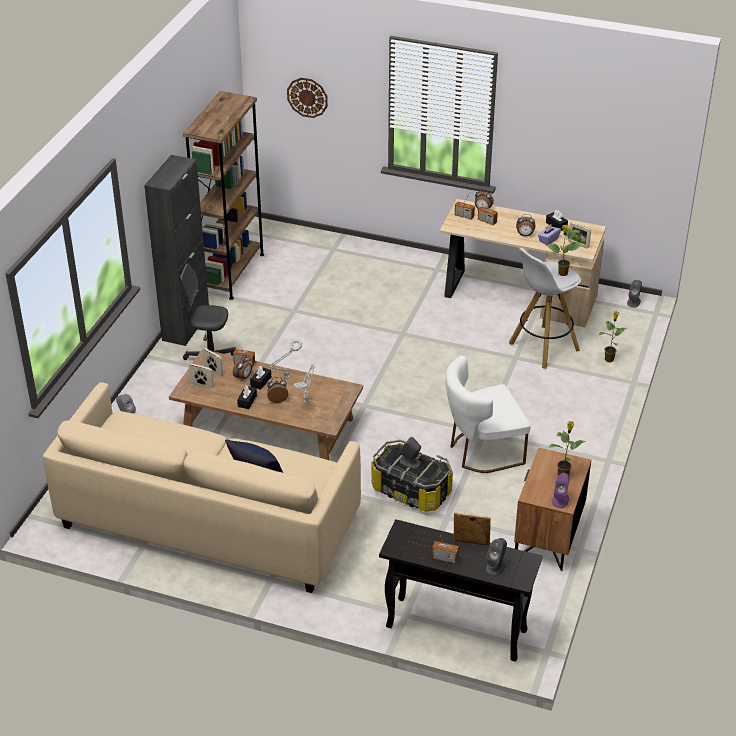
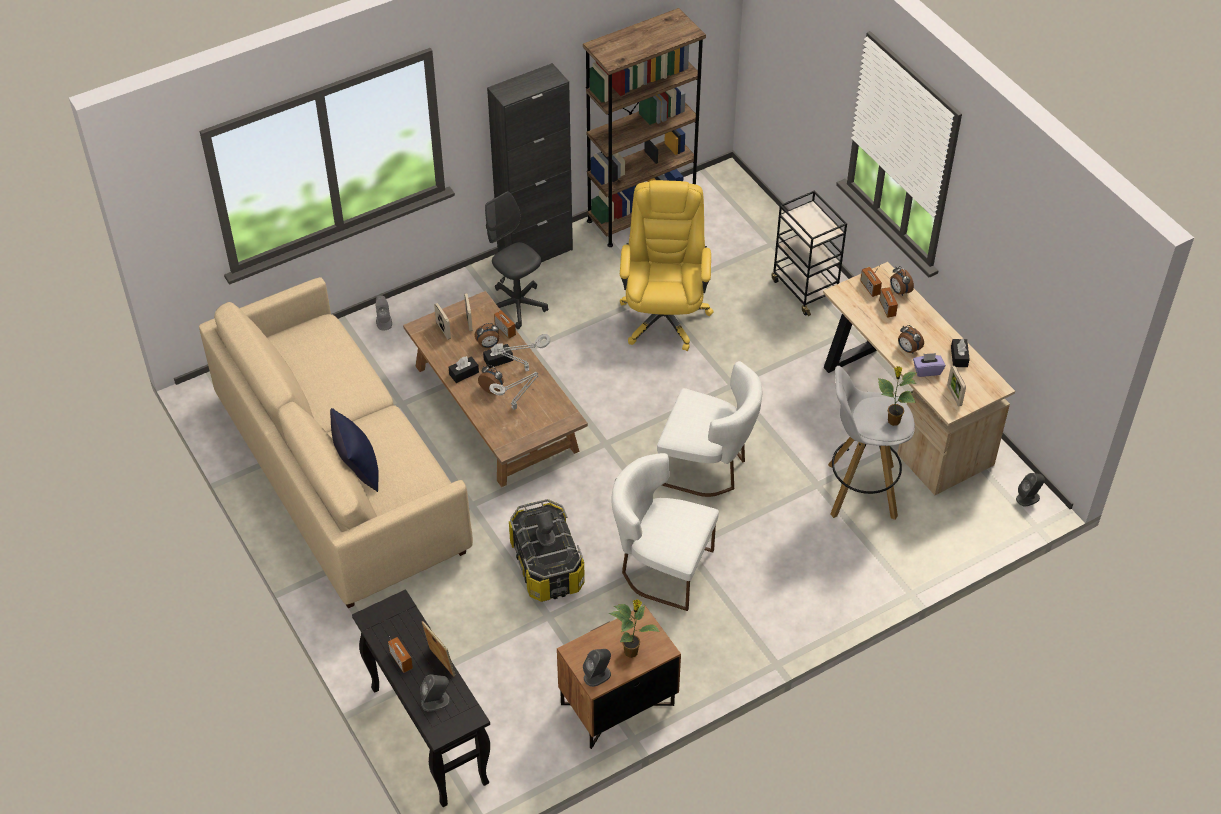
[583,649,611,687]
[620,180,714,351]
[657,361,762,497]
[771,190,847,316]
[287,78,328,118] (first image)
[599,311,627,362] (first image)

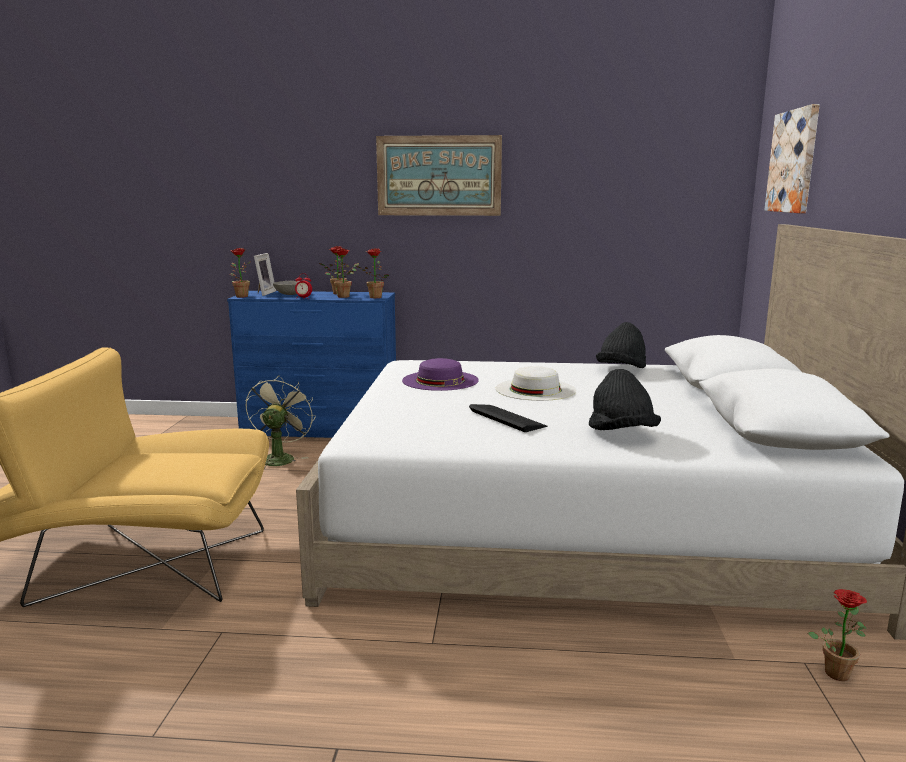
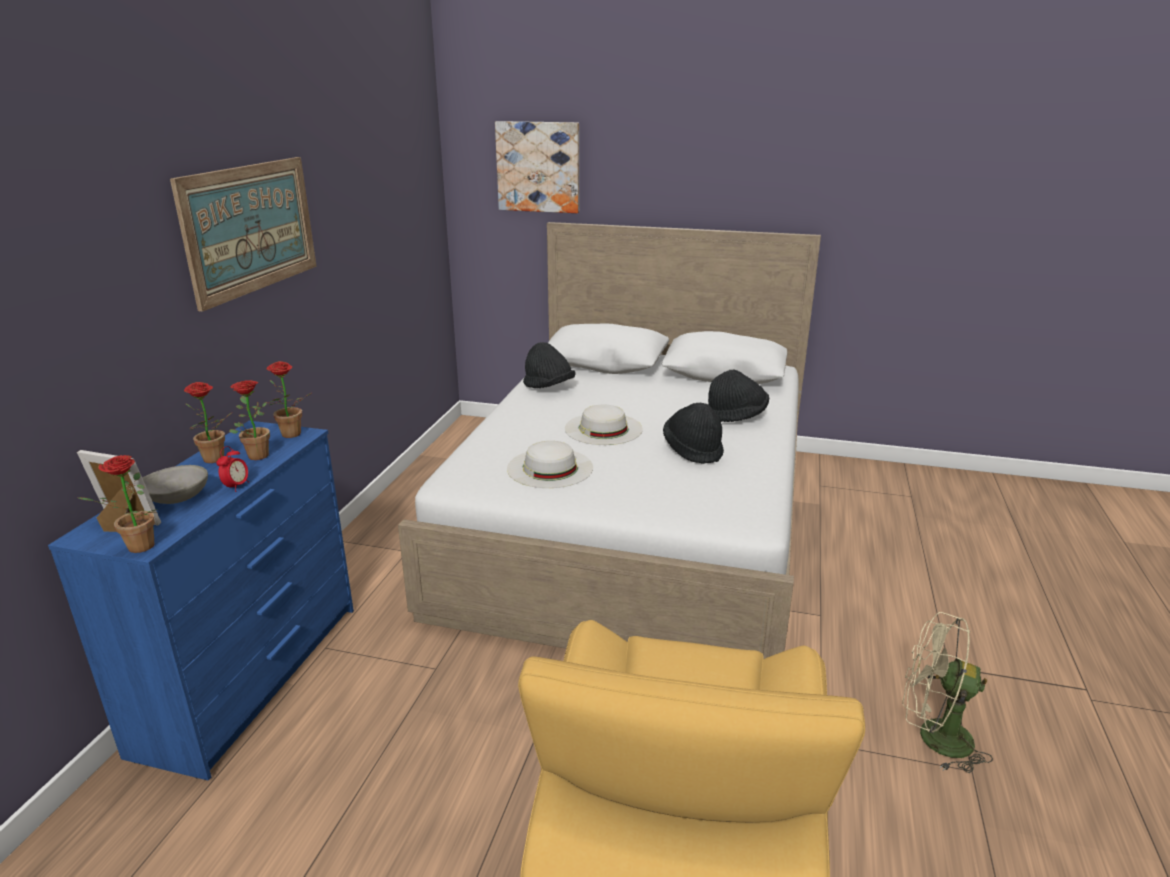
[507,441,593,488]
[663,403,724,464]
[902,612,993,773]
[808,589,867,681] (first image)

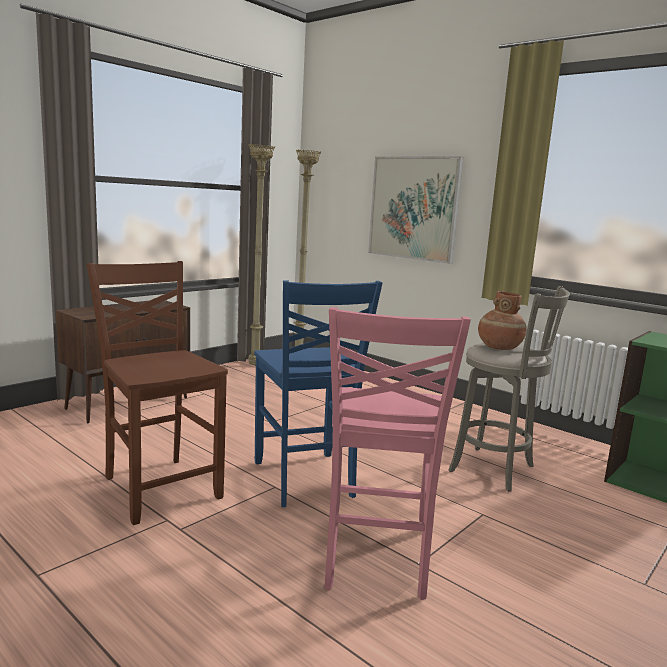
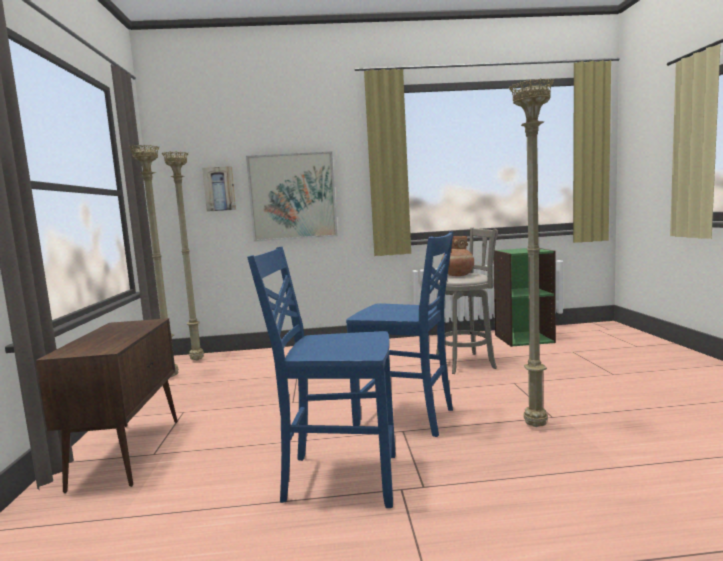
[202,166,236,212]
[247,247,395,508]
[509,78,554,427]

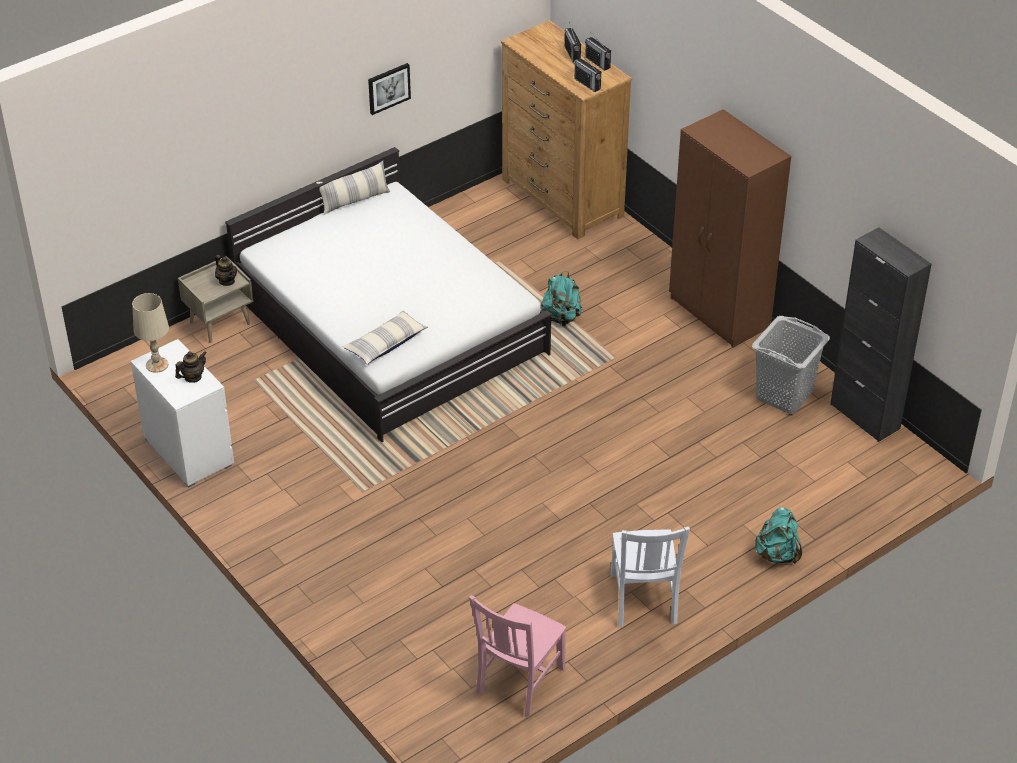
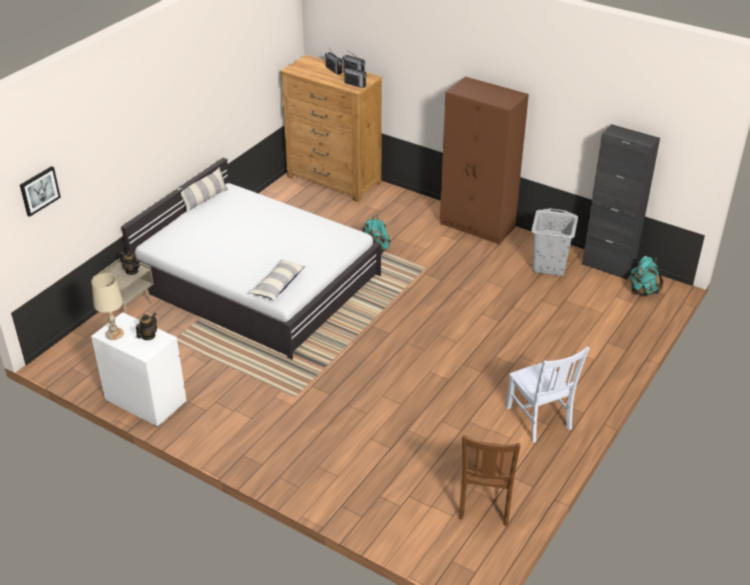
[20,166,61,217]
[459,435,521,526]
[630,256,663,295]

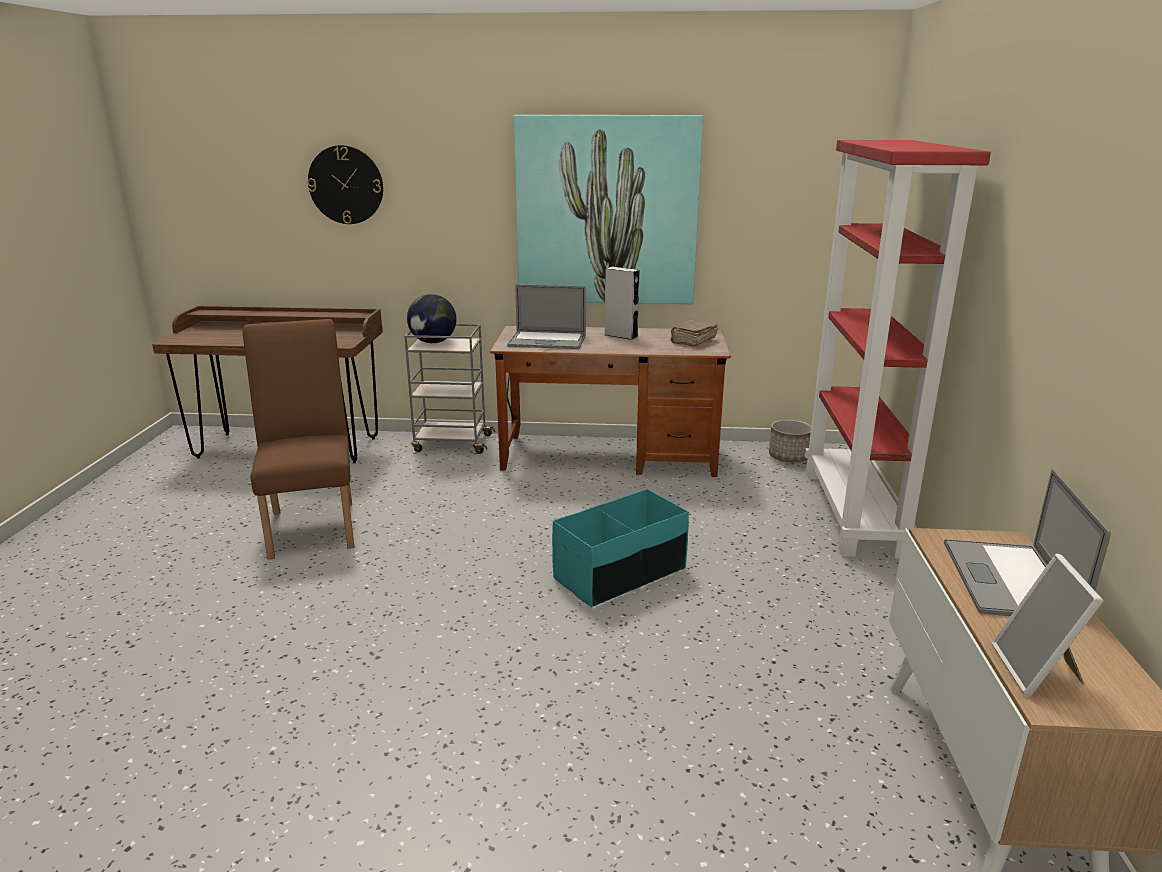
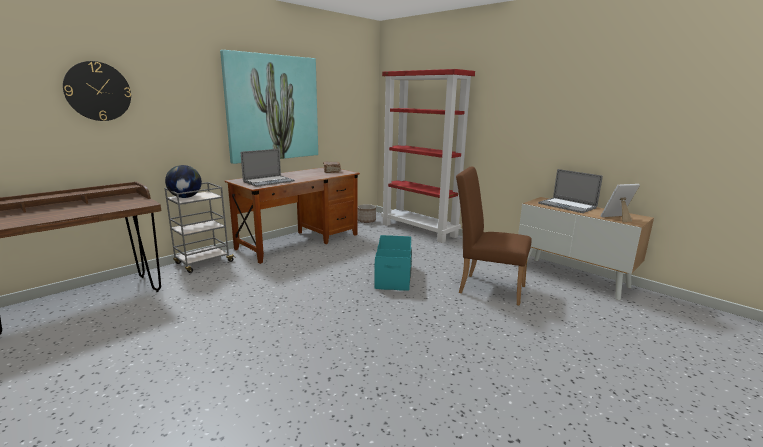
[456,166,532,306]
[601,184,640,222]
[605,267,639,340] (first image)

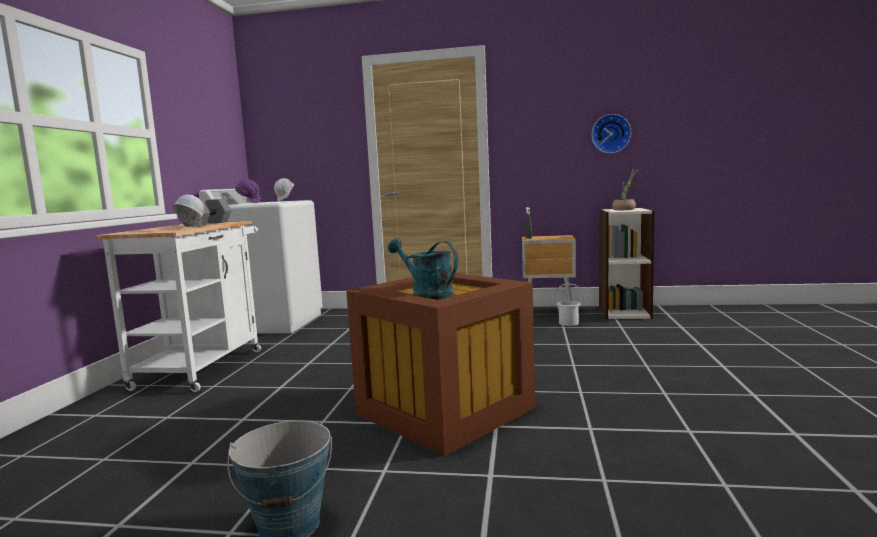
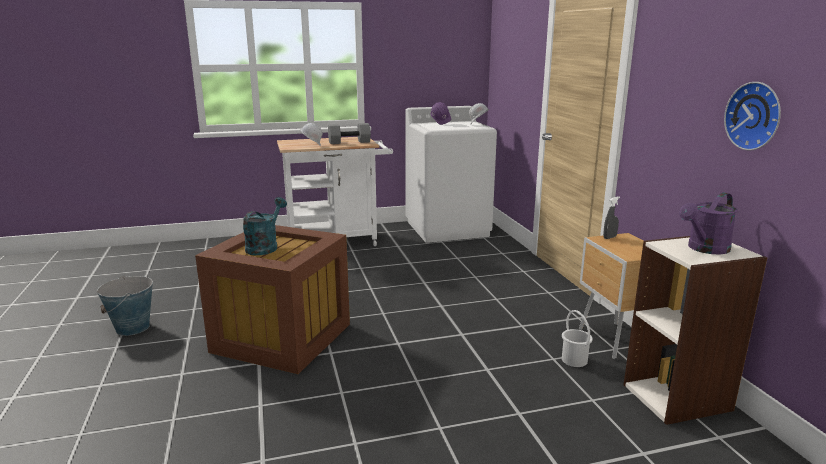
[679,192,737,255]

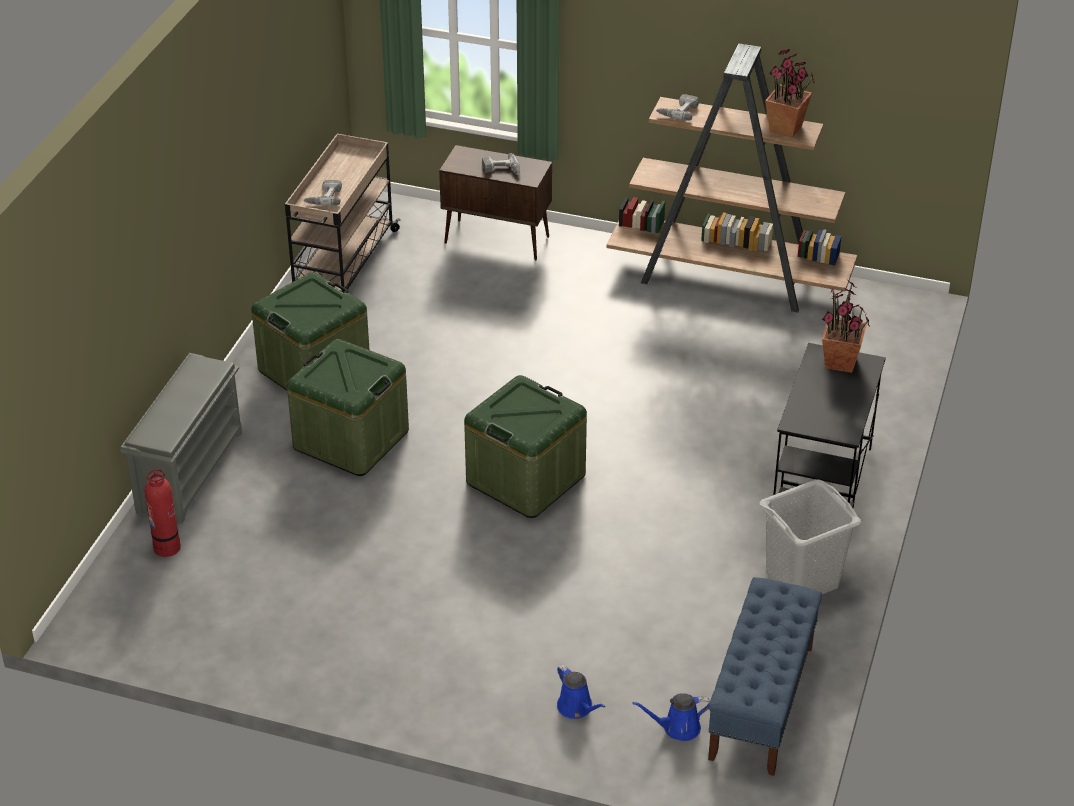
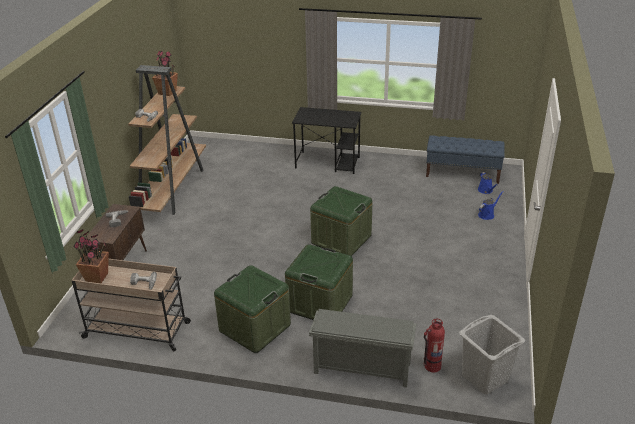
[74,229,109,283]
[459,315,525,394]

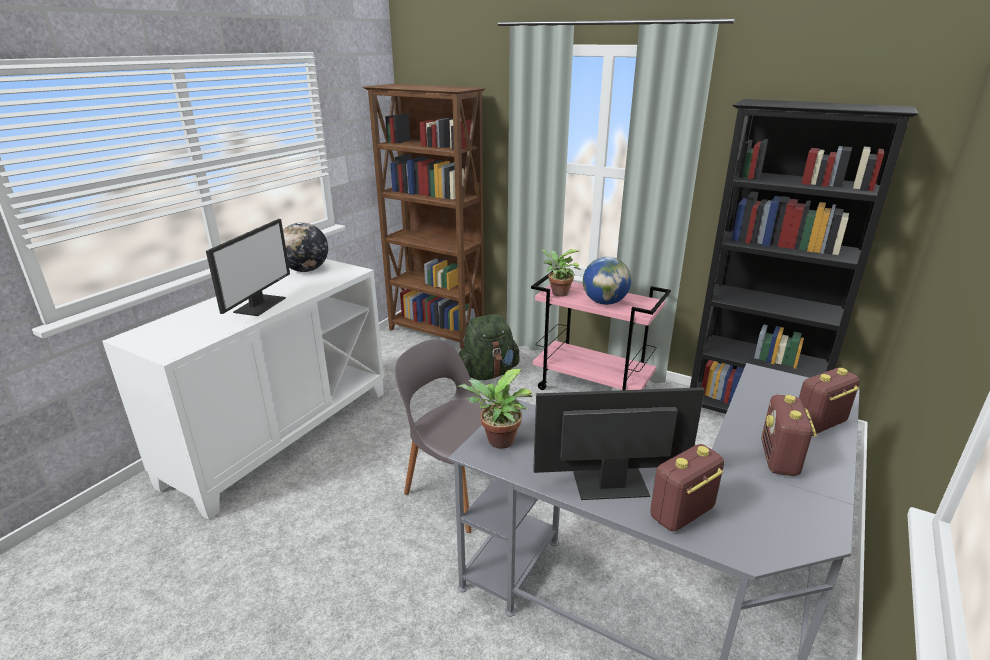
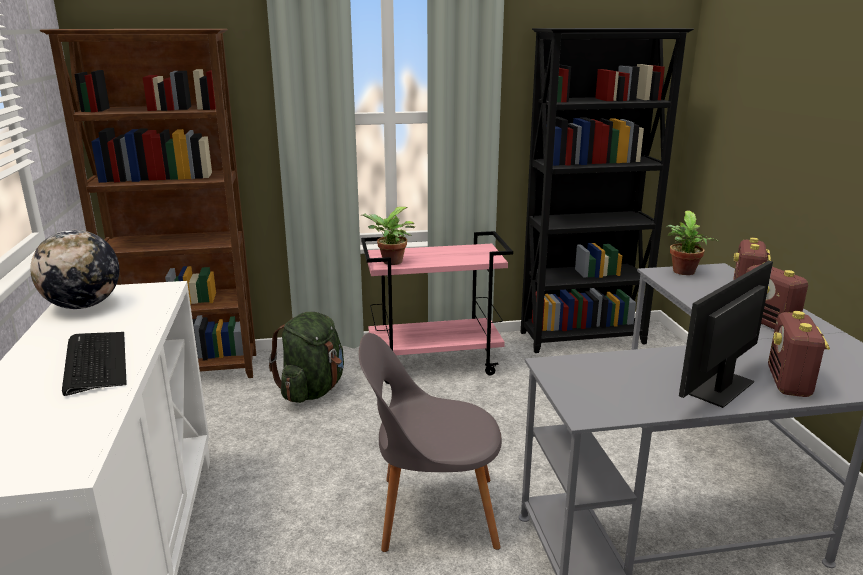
[62,332,126,396]
[666,211,719,275]
[583,257,631,305] (first image)

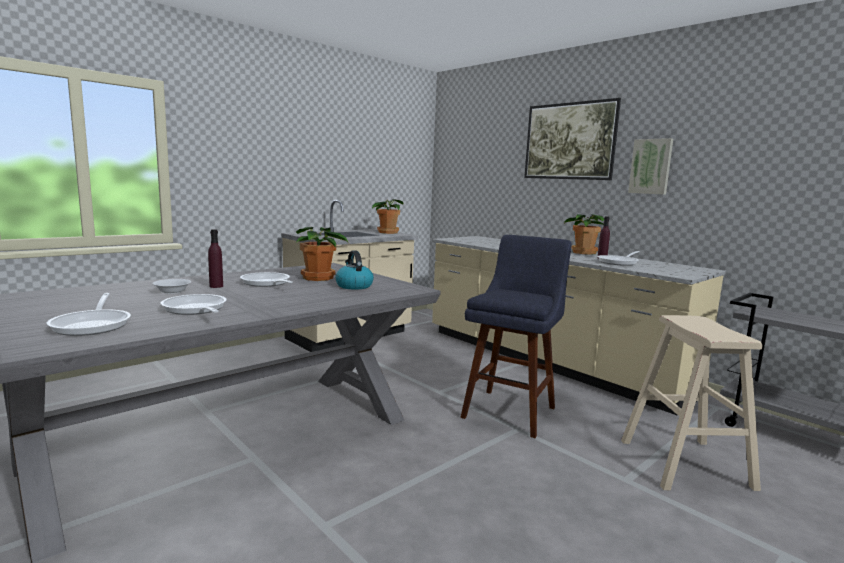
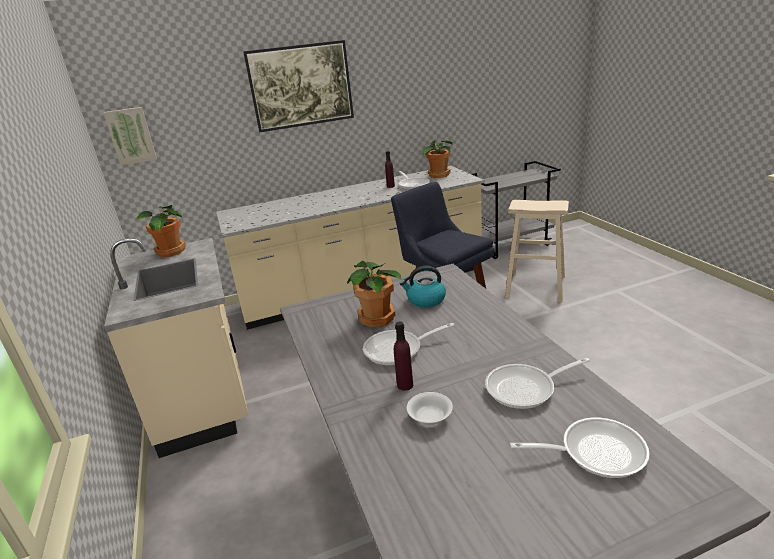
[103,107,157,165]
[422,140,453,178]

